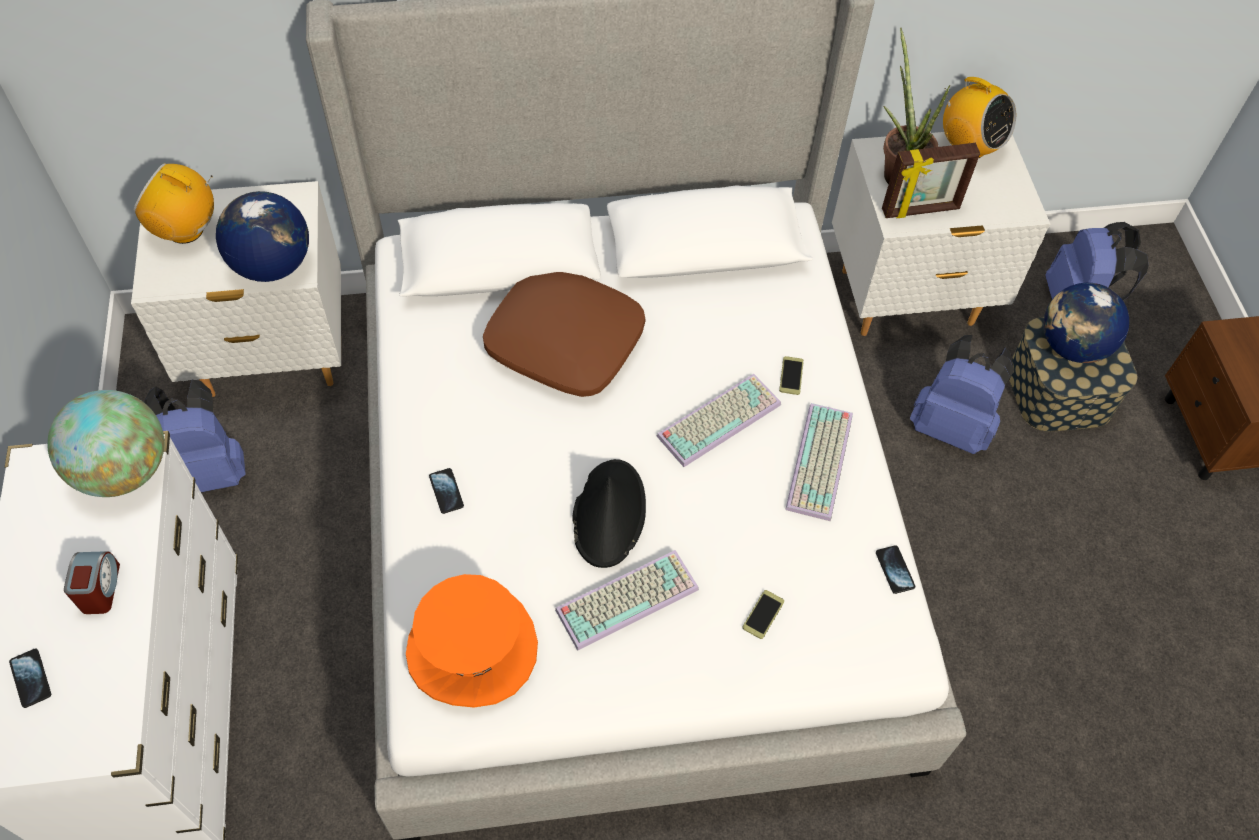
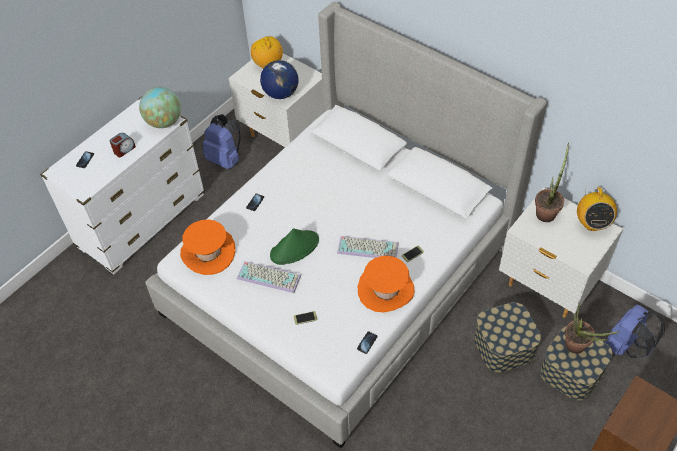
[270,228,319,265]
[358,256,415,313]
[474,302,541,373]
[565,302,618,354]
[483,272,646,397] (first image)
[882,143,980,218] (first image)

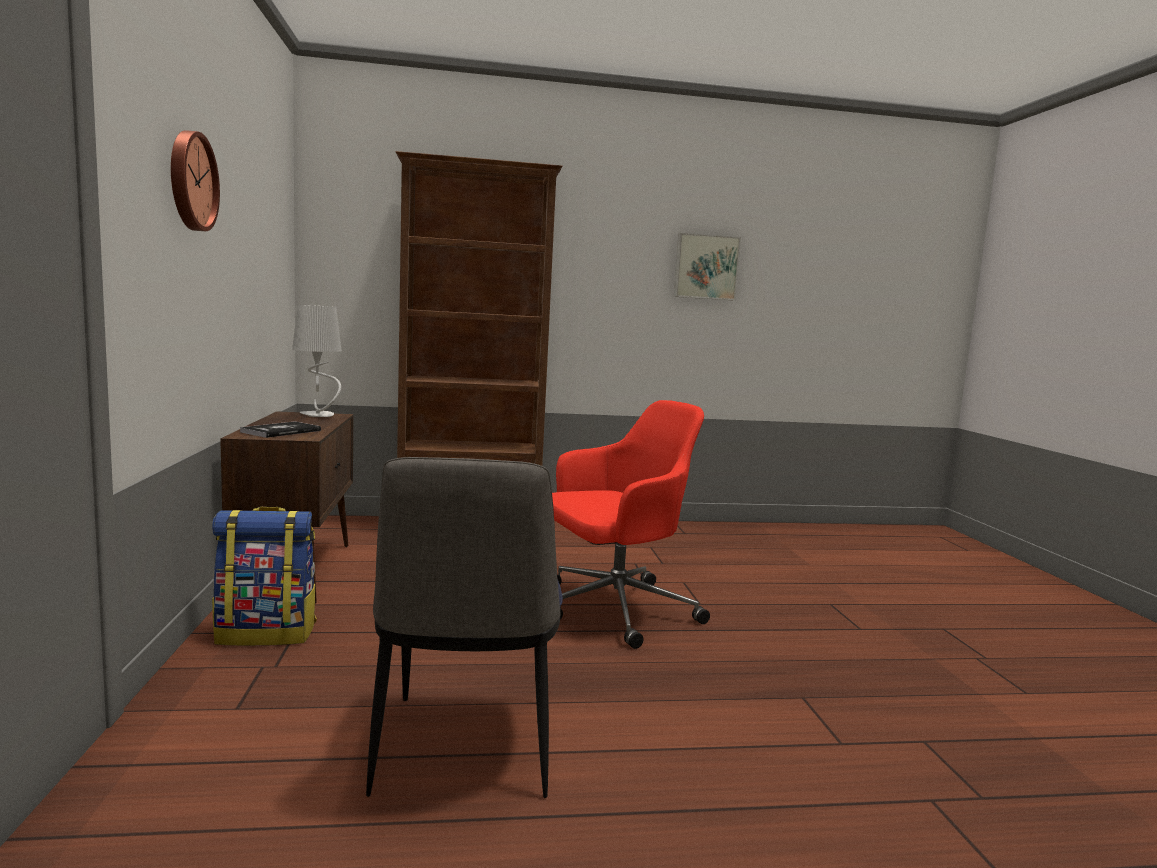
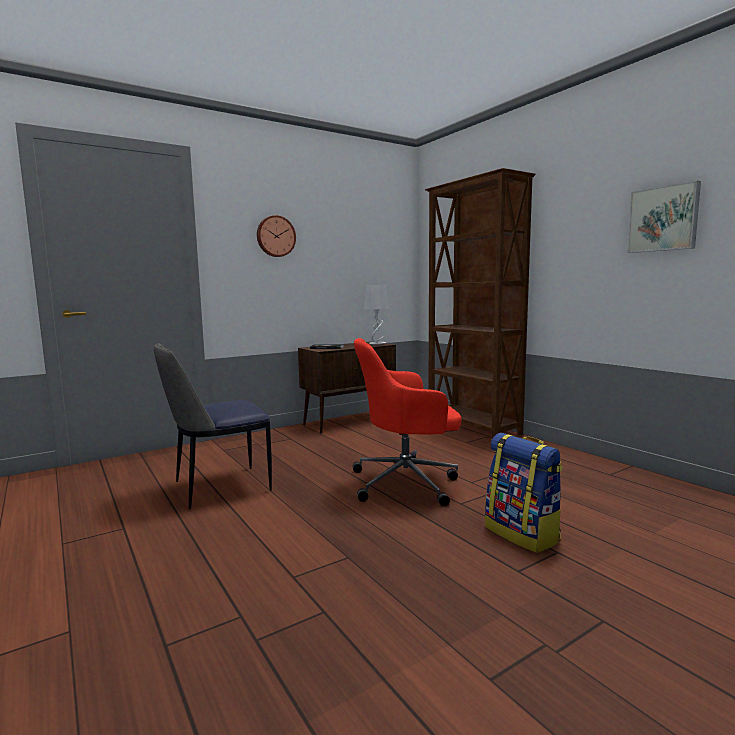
[353,338,462,506]
[485,433,563,553]

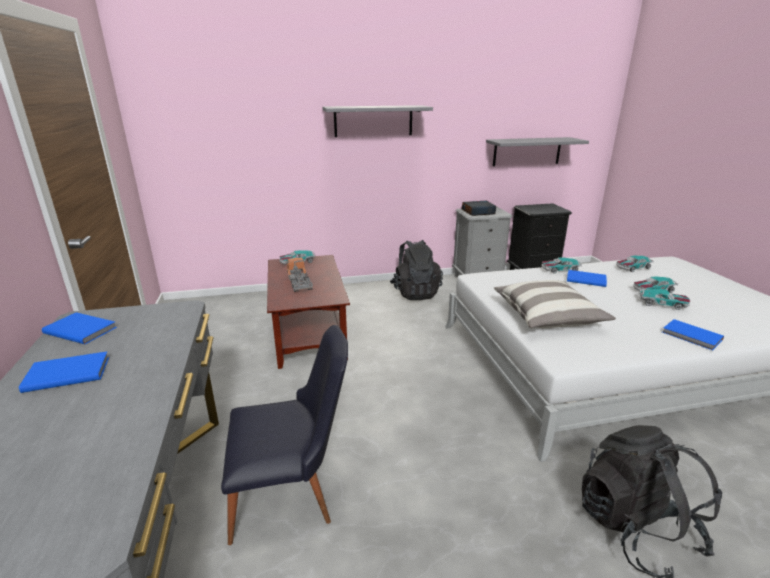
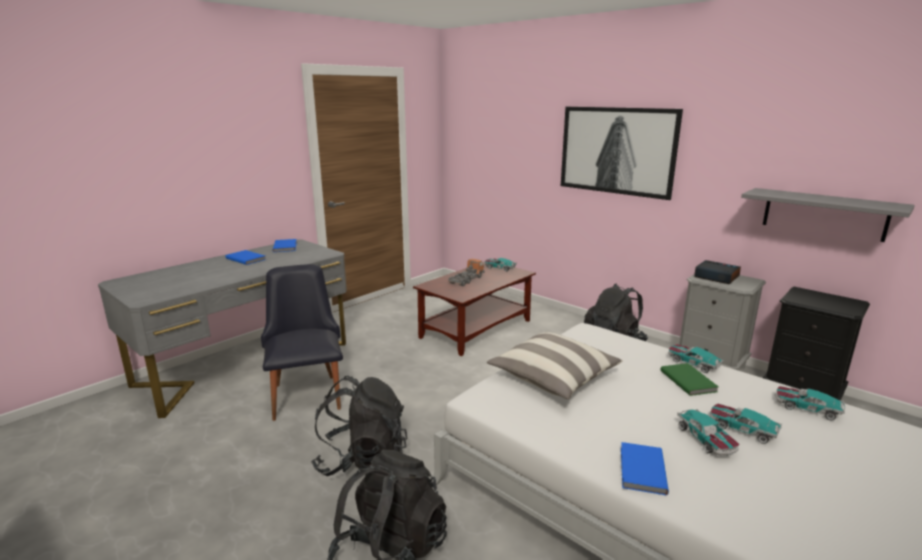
[261,264,343,421]
[311,376,407,476]
[561,107,683,200]
[660,363,719,396]

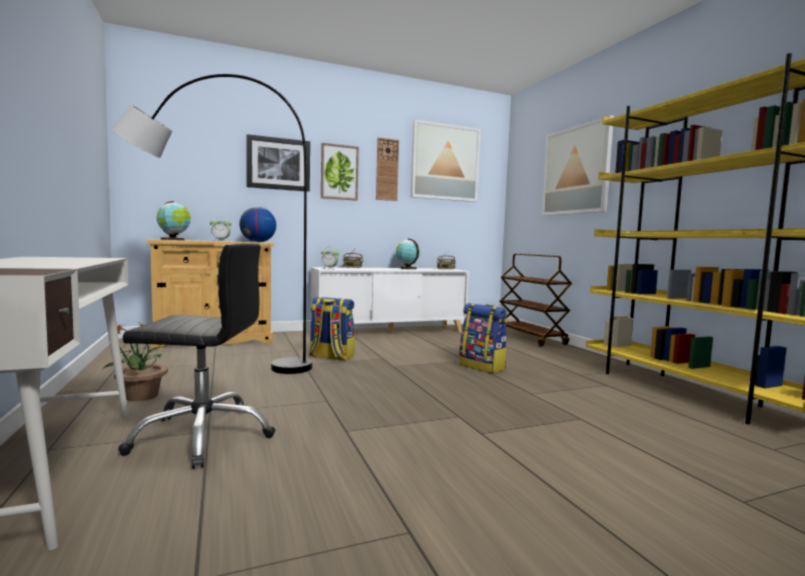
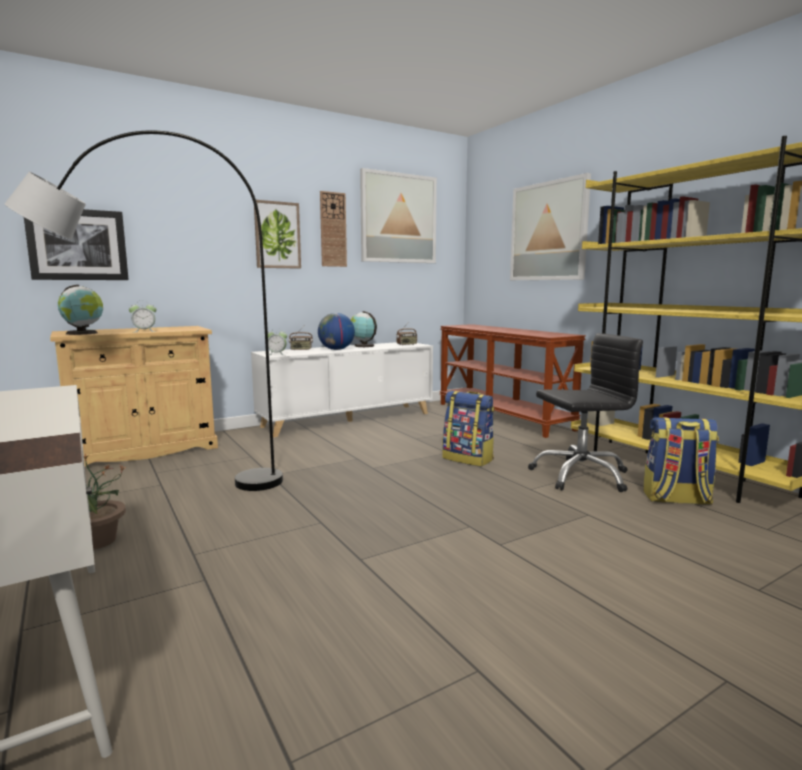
[24,209,129,280]
[318,313,355,350]
[440,324,586,438]
[528,333,643,492]
[644,417,719,505]

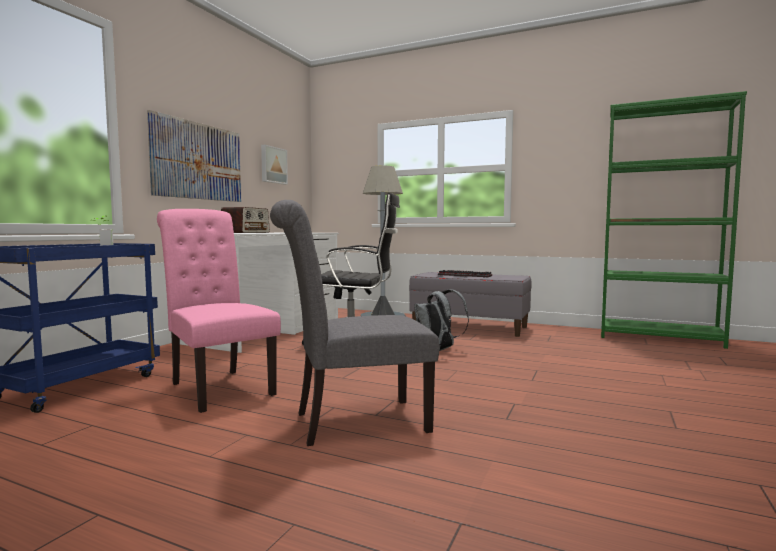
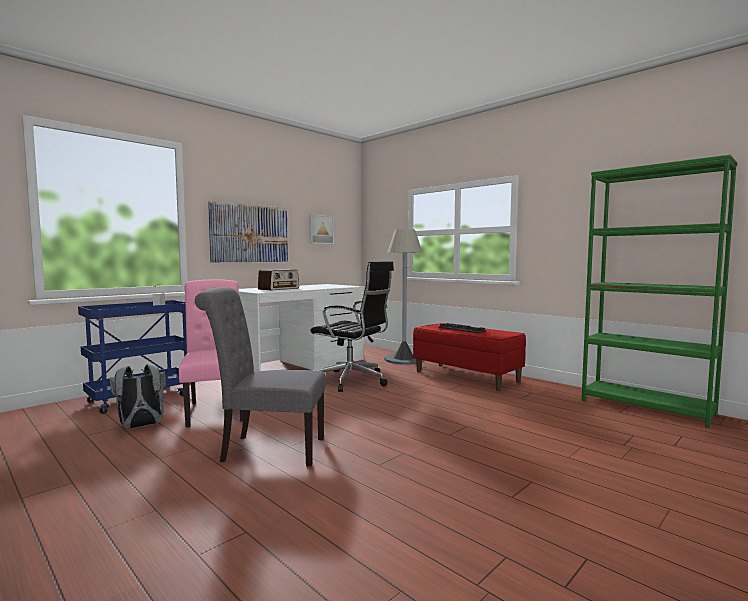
[110,364,166,429]
[413,323,526,391]

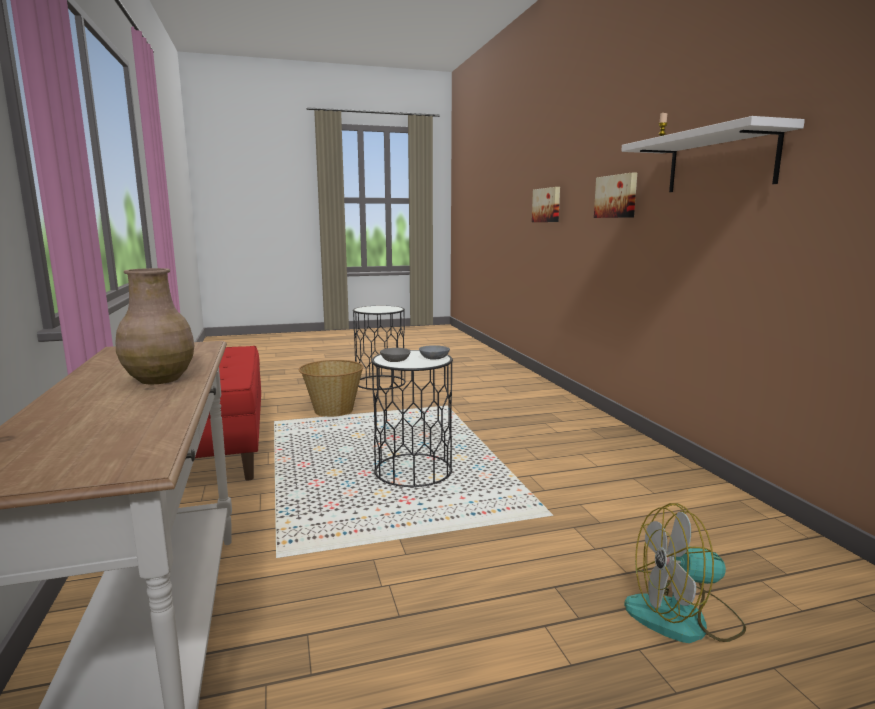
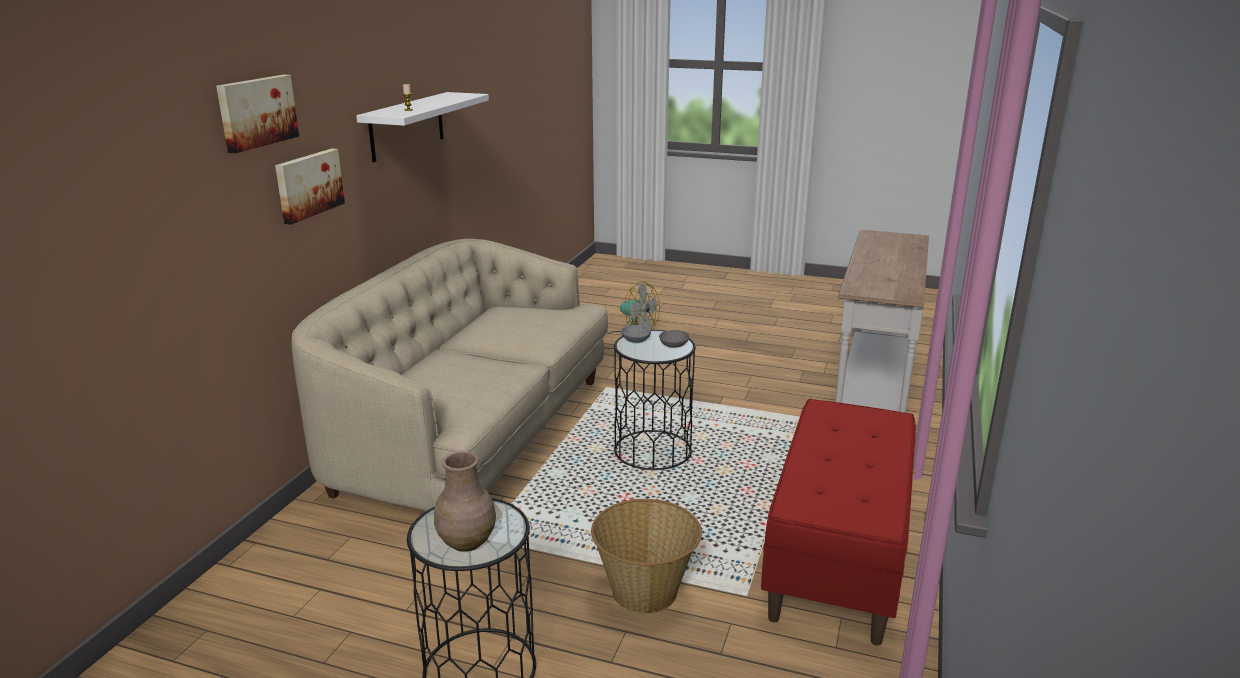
[216,75,299,153]
[292,239,608,511]
[434,451,496,552]

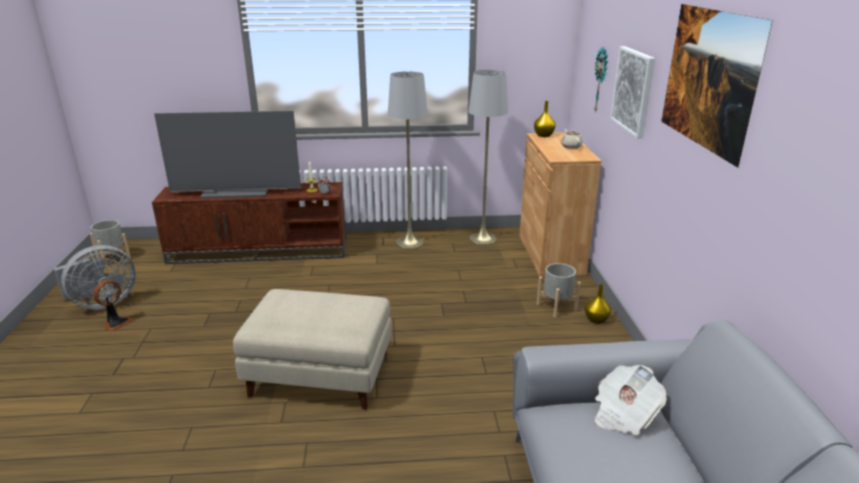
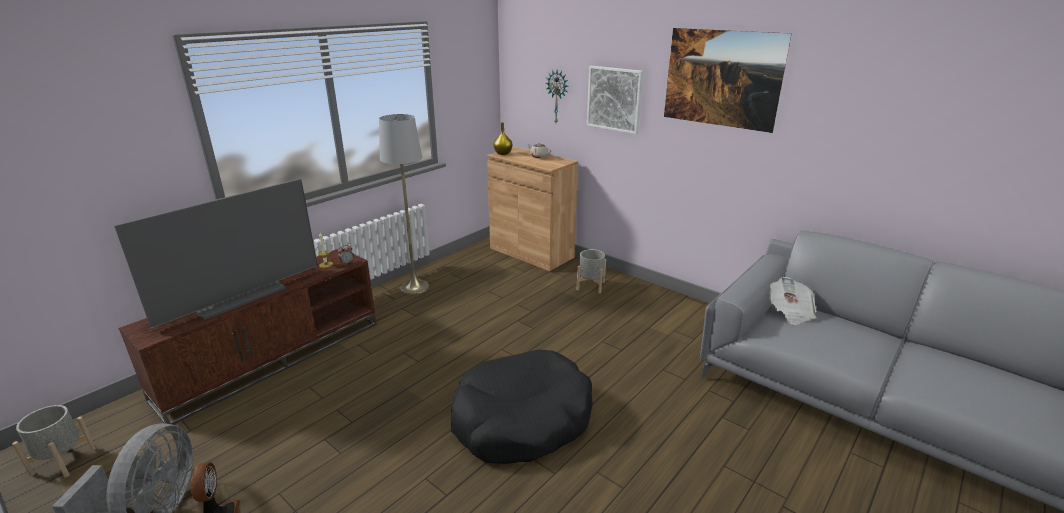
[450,350,593,464]
[468,70,508,245] (first image)
[585,284,611,324] (first image)

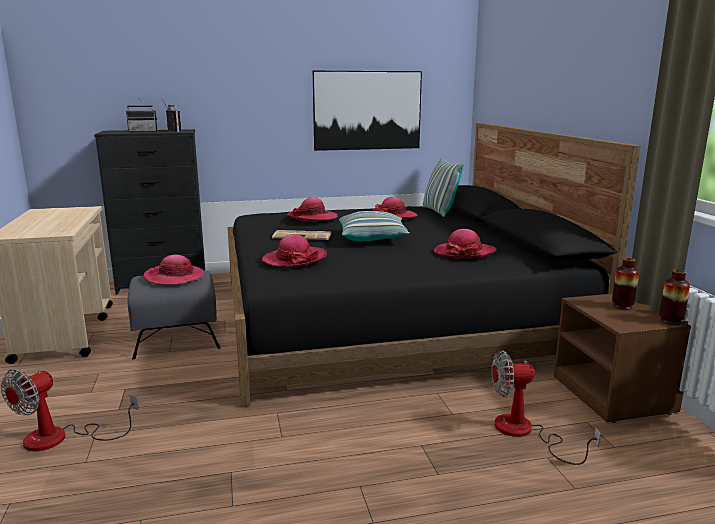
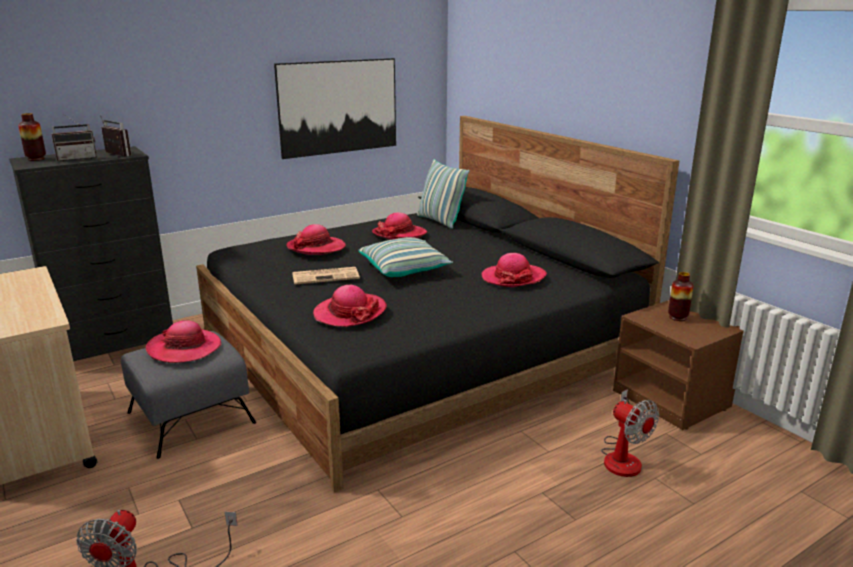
[18,113,46,161]
[601,389,659,477]

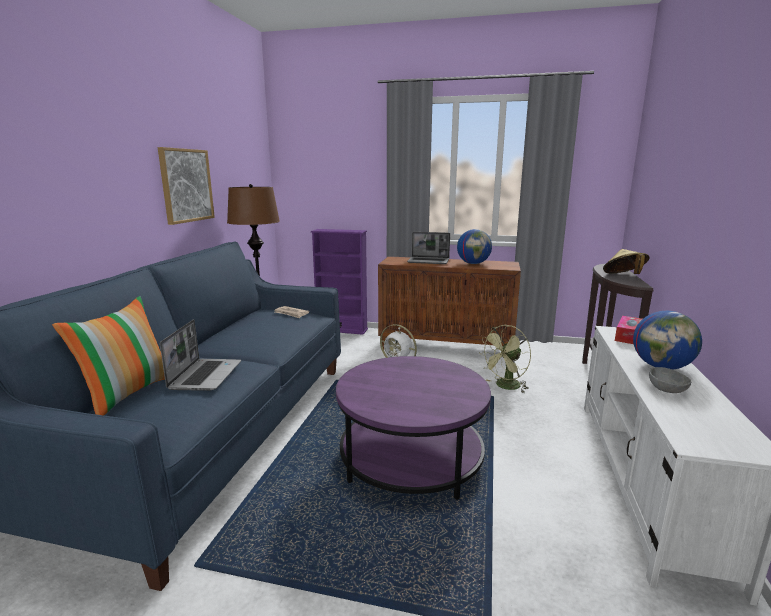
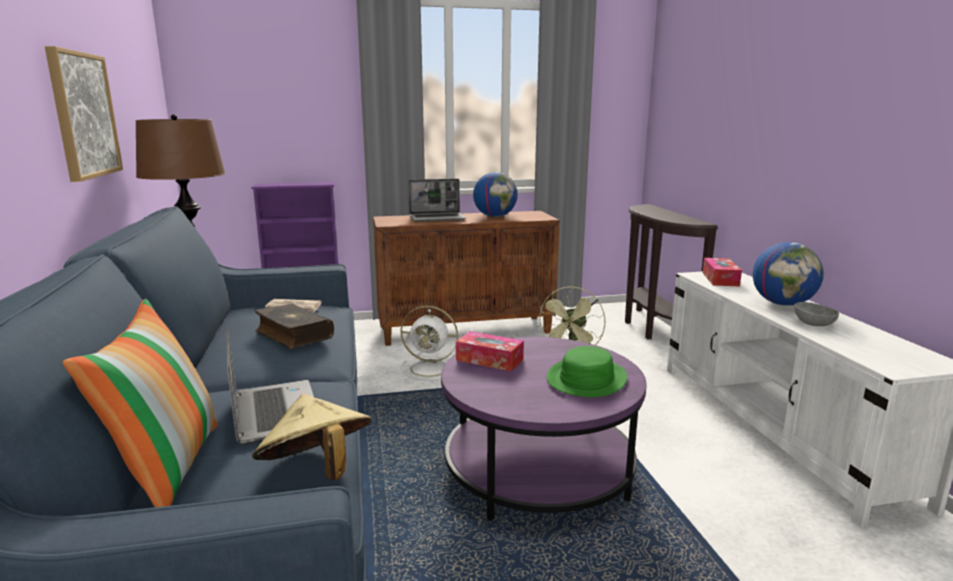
[252,394,372,480]
[255,303,334,349]
[456,331,524,371]
[547,346,627,397]

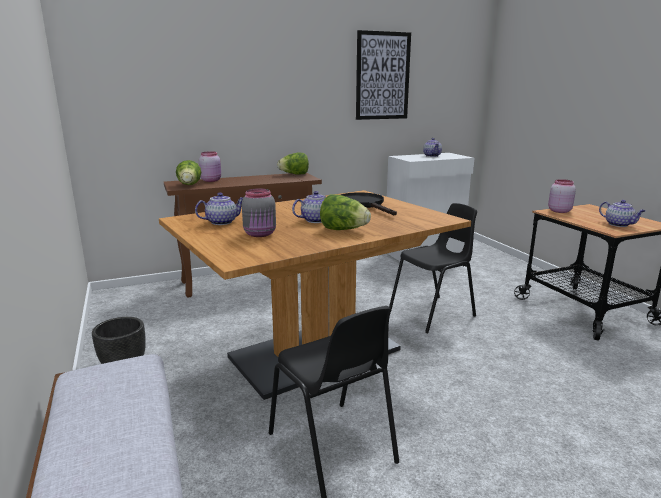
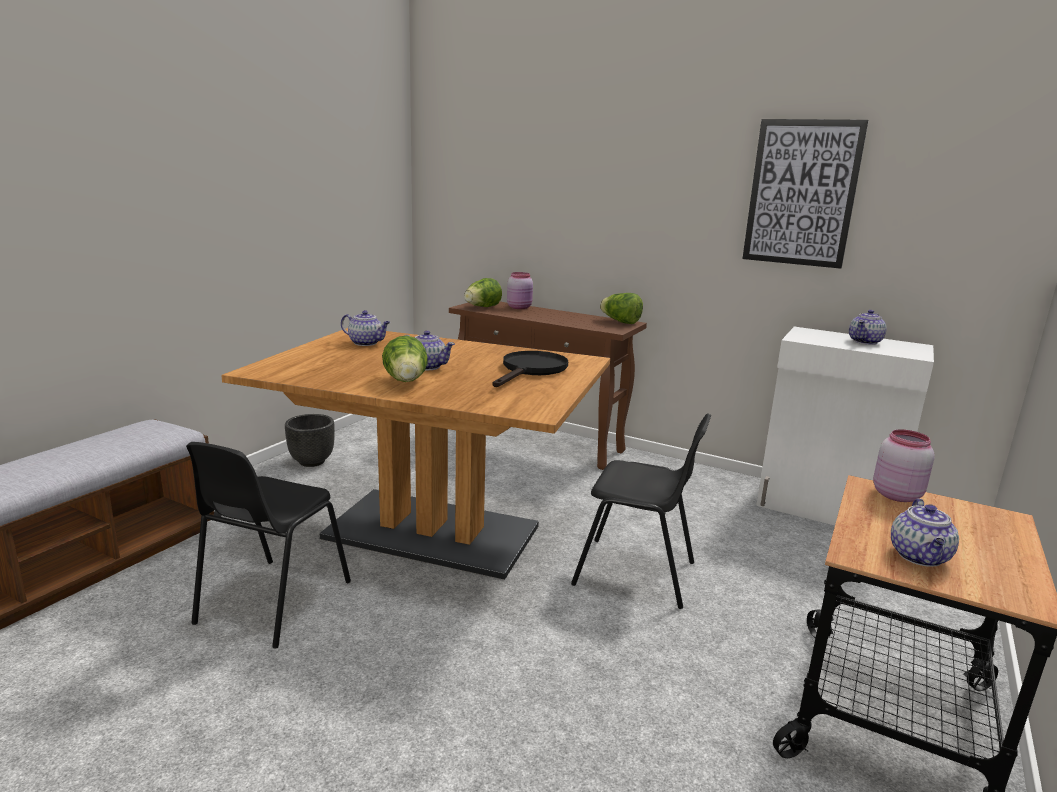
[242,188,276,237] (first image)

